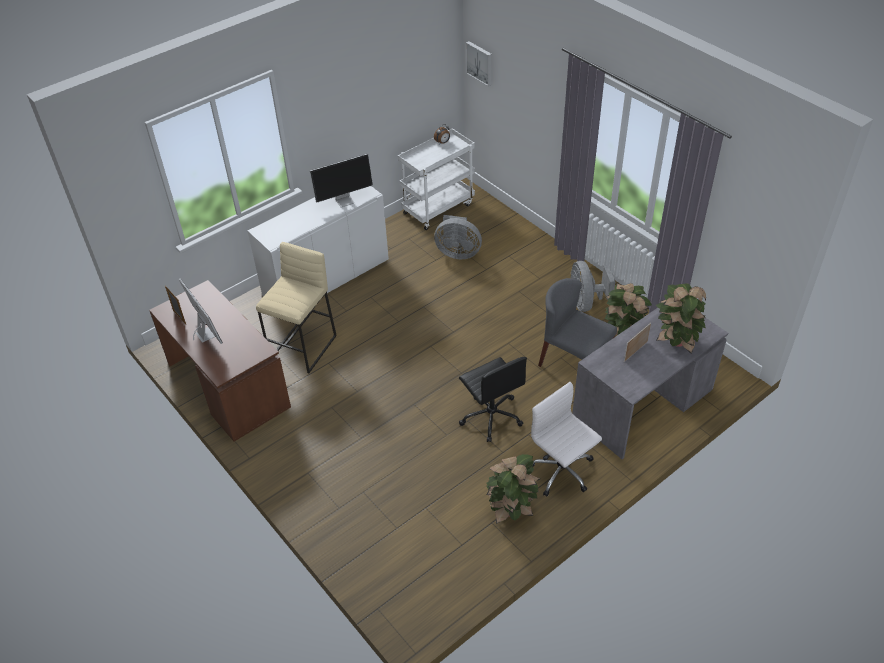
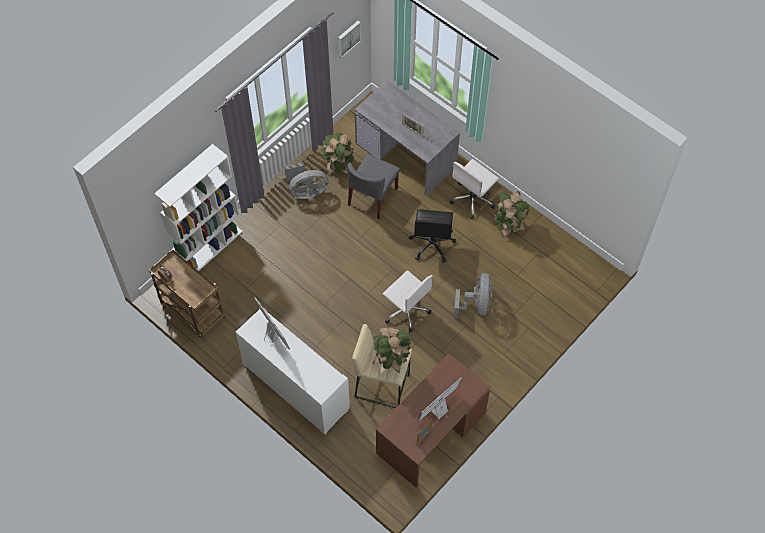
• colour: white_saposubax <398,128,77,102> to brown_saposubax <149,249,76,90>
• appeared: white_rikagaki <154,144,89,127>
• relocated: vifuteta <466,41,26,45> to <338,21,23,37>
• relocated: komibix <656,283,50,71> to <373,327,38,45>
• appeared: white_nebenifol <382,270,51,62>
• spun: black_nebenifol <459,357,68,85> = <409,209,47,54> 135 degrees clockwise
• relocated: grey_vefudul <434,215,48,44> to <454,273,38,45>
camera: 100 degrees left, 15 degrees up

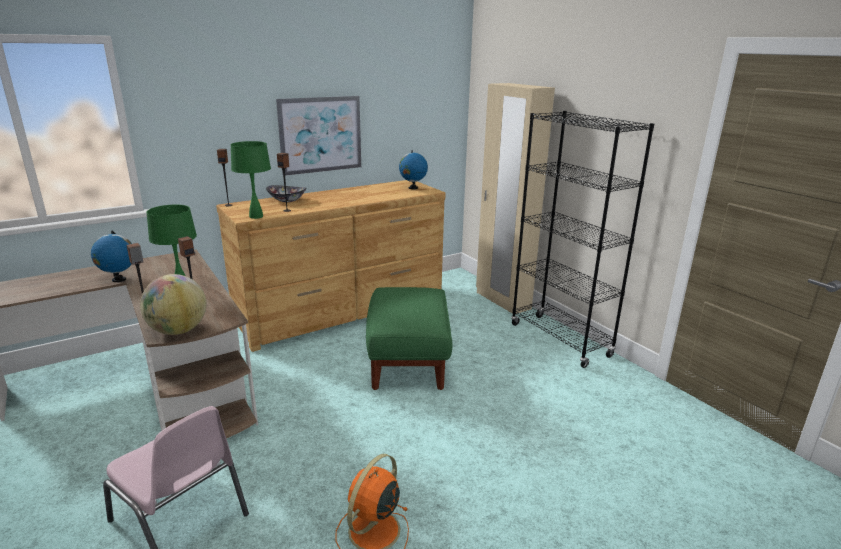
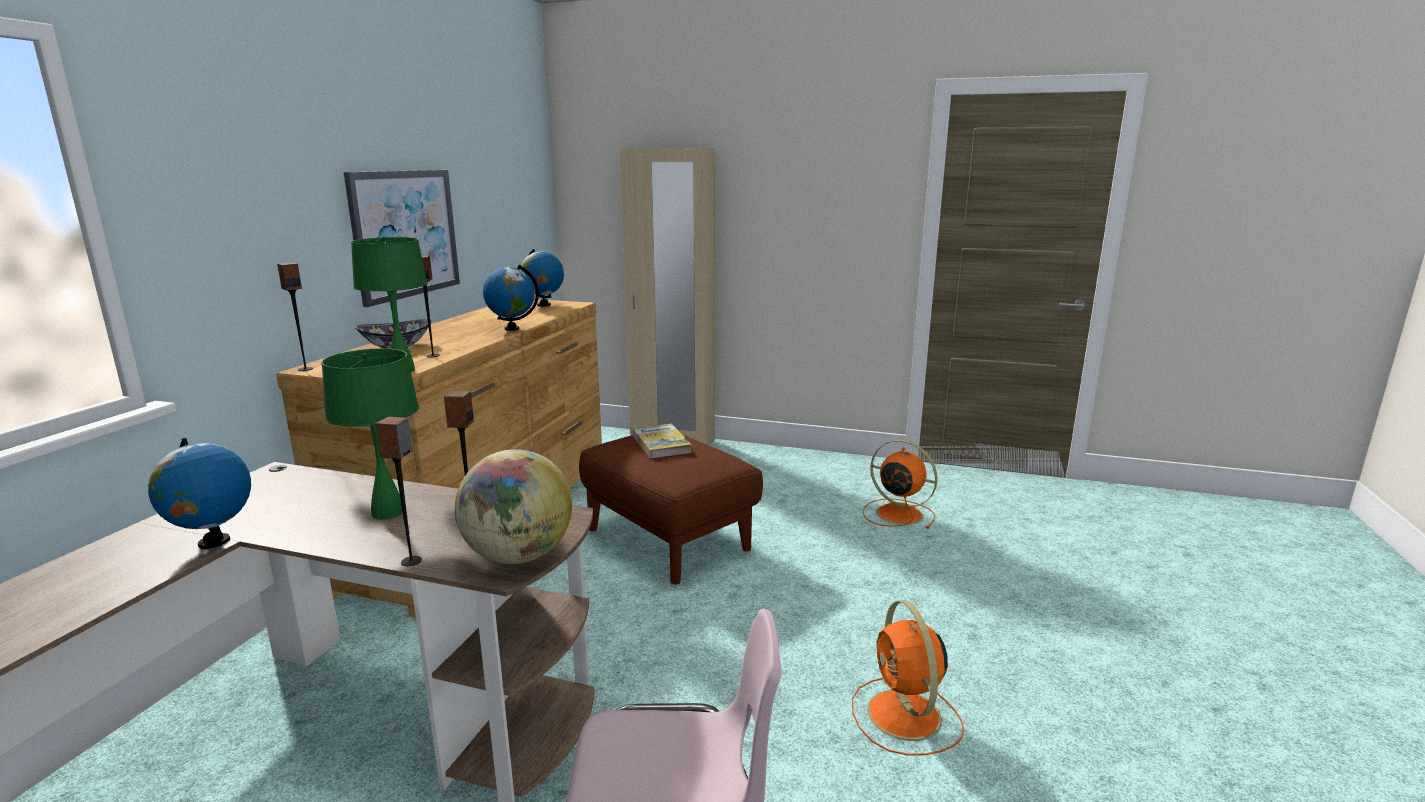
• appeared: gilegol <483,265,56,66>
• colour: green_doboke <366,287,87,103> to brown_doboke <579,435,184,149>
• appeared: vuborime <633,424,59,35>
• appeared: orange_vefudul <863,440,75,89>
• missing: black_rikagaki <511,111,143,257>
camera: 40 degrees left, 5 degrees down

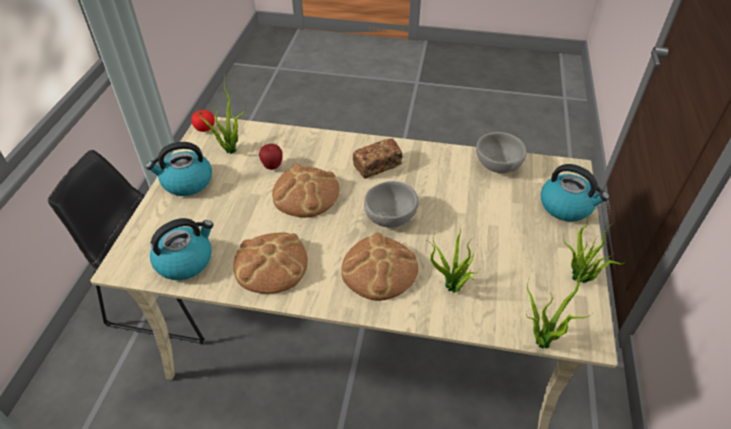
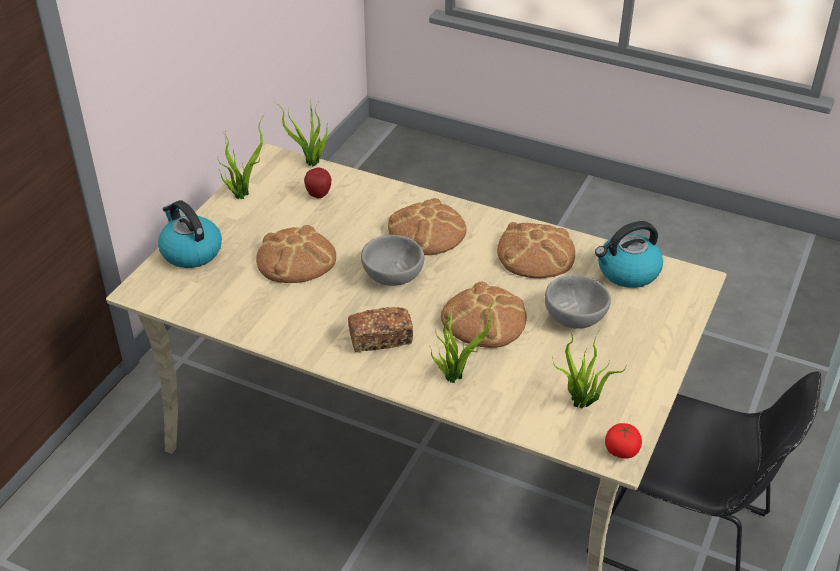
• appeared: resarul <256,225,80,58>
• relocated: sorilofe <259,144,24,26> to <304,168,27,30>
• relocated: komibix <428,226,52,67> to <430,297,70,86>
• relocated: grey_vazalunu <476,132,51,41> to <545,275,66,54>
• missing: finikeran <146,142,66,54>
camera: 165 degrees left, 5 degrees down

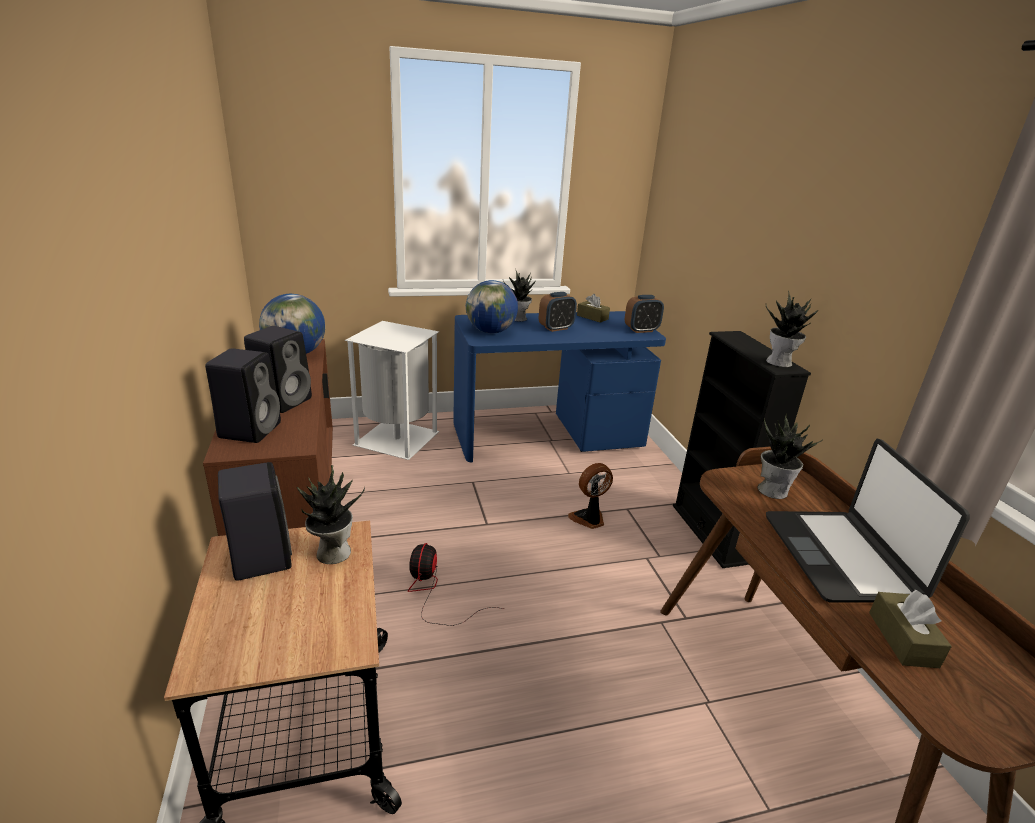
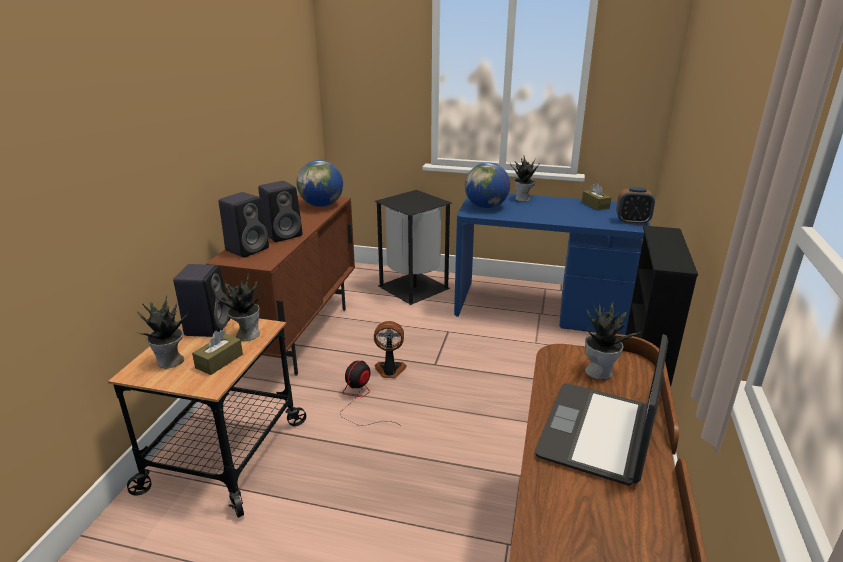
• relocated: komibix <766,290,52,77> to <137,295,51,73>
• relocated: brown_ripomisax <869,590,83,78> to <192,330,51,45>
• relocated: vefudul <568,463,45,66> to <374,321,33,57>
• colour: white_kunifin <345,321,94,139> to black_kunifin <375,190,77,115>
• missing: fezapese <539,292,38,40>
camera: 30 degrees right, 0 degrees up

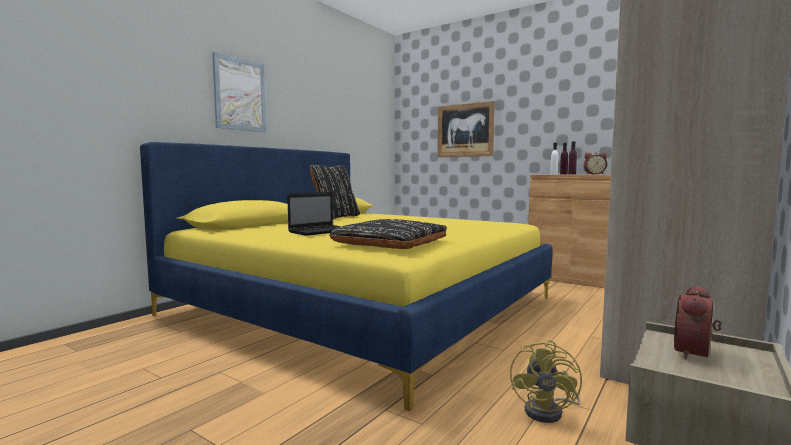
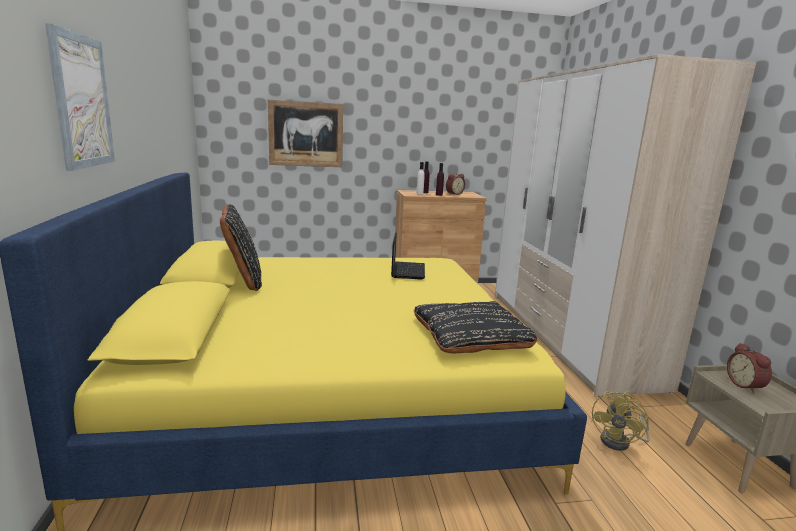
• relocated: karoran <287,192,54,44> to <391,232,34,48>
• spun: yellow_vefudul <510,340,72,83> = <591,391,58,60> 60 degrees clockwise
camera: 45 degrees left, 10 degrees up

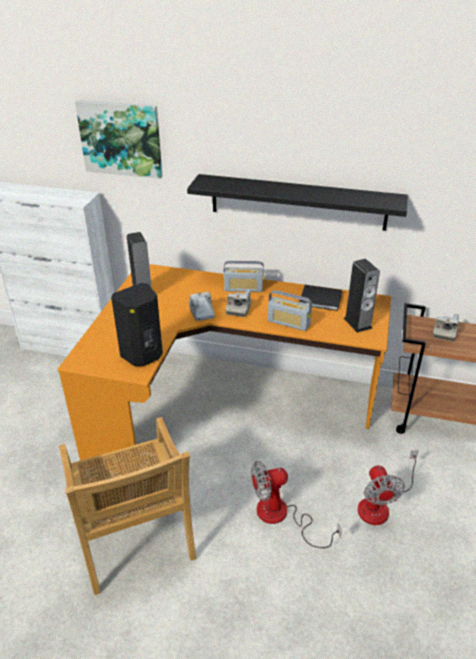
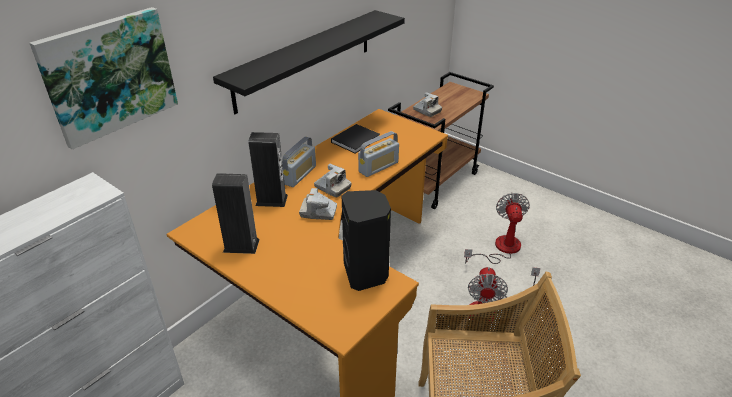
• relocated: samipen <344,259,36,74> to <248,132,40,75>
• spun: vefudul <358,450,61,75> = <464,193,66,71> 105 degrees counterclockwise
camera: 65 degrees left, 0 degrees up

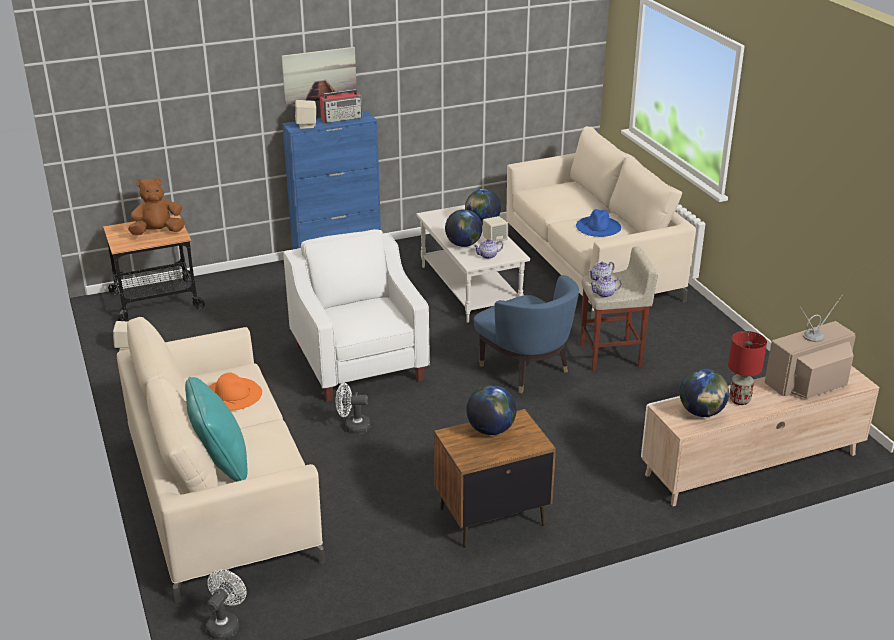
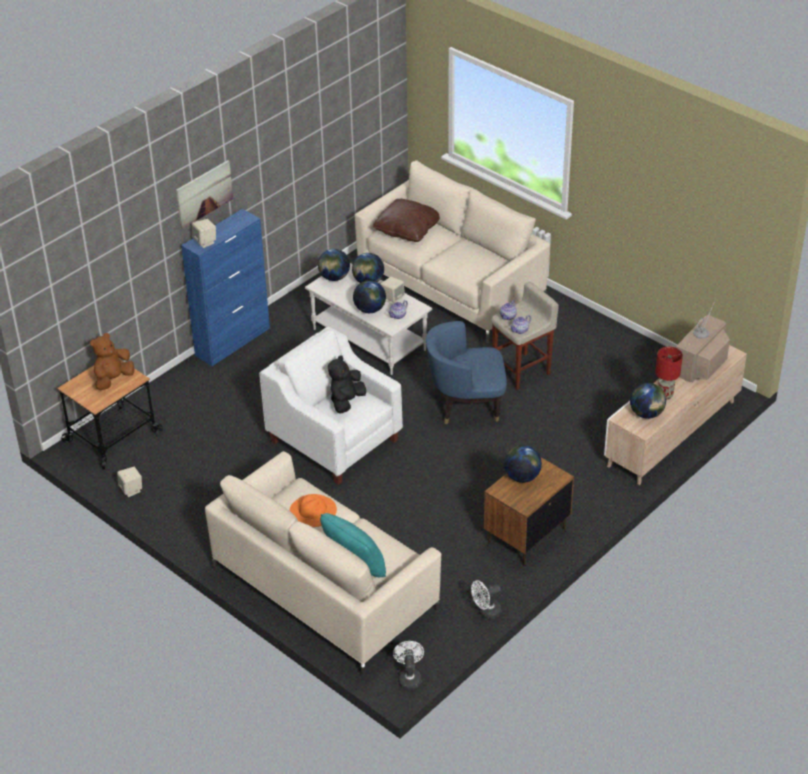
• appeared: gilegol <318,249,32,32>
• appeared: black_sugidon <328,355,38,58>
• appeared: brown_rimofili <372,199,68,43>
• spun: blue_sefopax <474,275,105,118> = <426,321,81,103> 150 degrees clockwise
• relocated: white_vefudul <335,383,36,51> to <471,580,31,39>
• missing: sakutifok <320,89,42,34>
• missing: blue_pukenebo <576,209,45,28>
camera: 25 degrees left, 10 degrees up

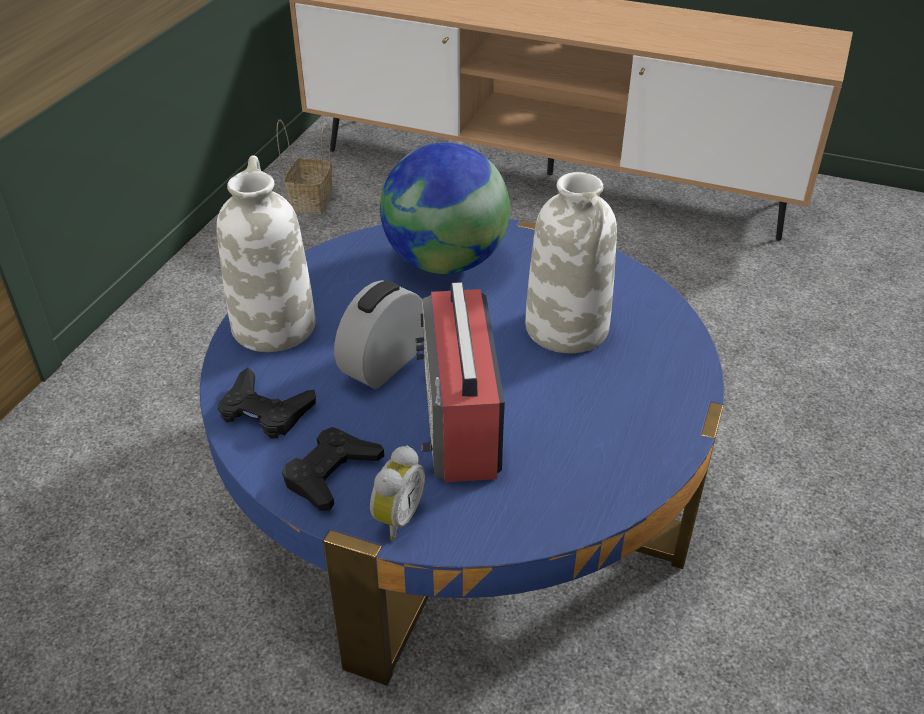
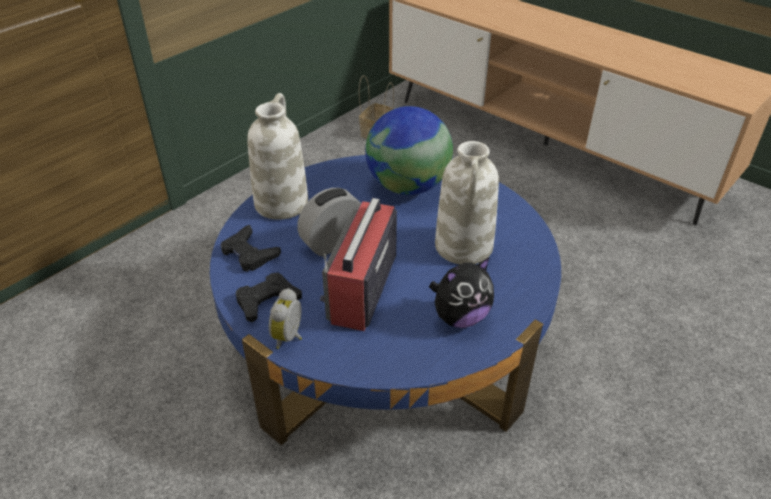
• spun: fezapese <370,446,55,94> = <269,288,33,61> 150 degrees clockwise
• appeared: sugidon <429,257,65,71>
camera: 20 degrees right, 0 degrees up

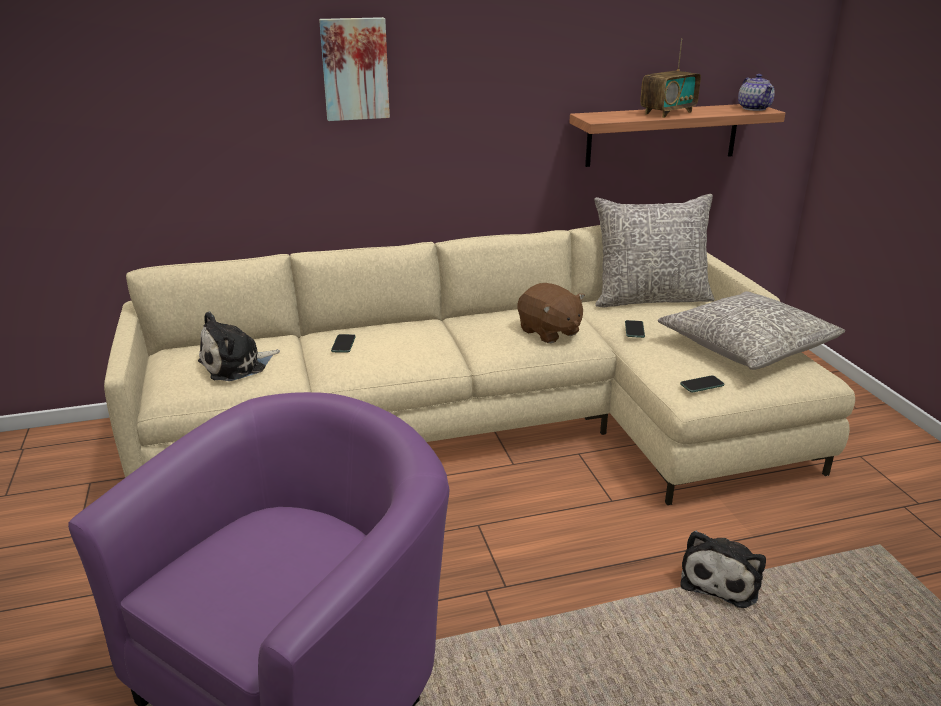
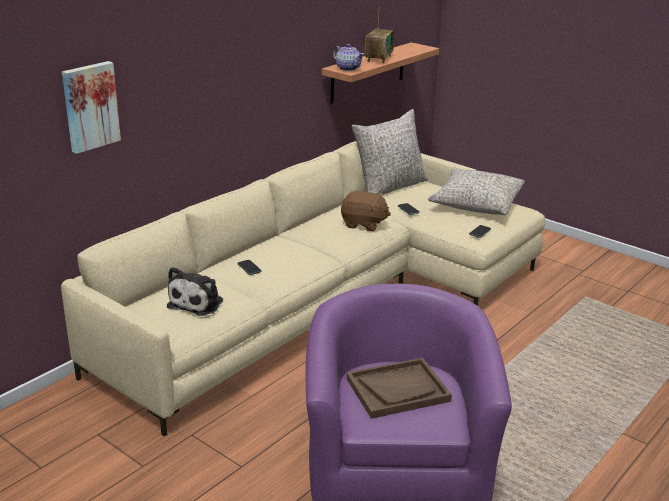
• relocated: vifuteta <319,17,71,104> to <62,61,59,93>
• relocated: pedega <738,74,37,37> to <333,44,31,27>
• appeared: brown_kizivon <347,358,105,61>
• missing: sugidon <680,531,86,77>
camera: 35 degrees left, 0 degrees up

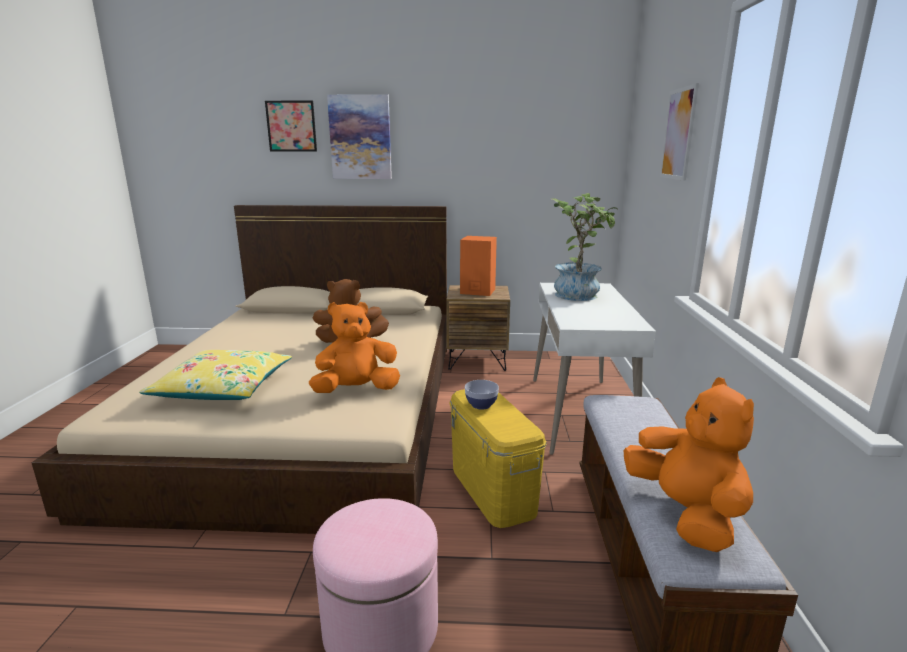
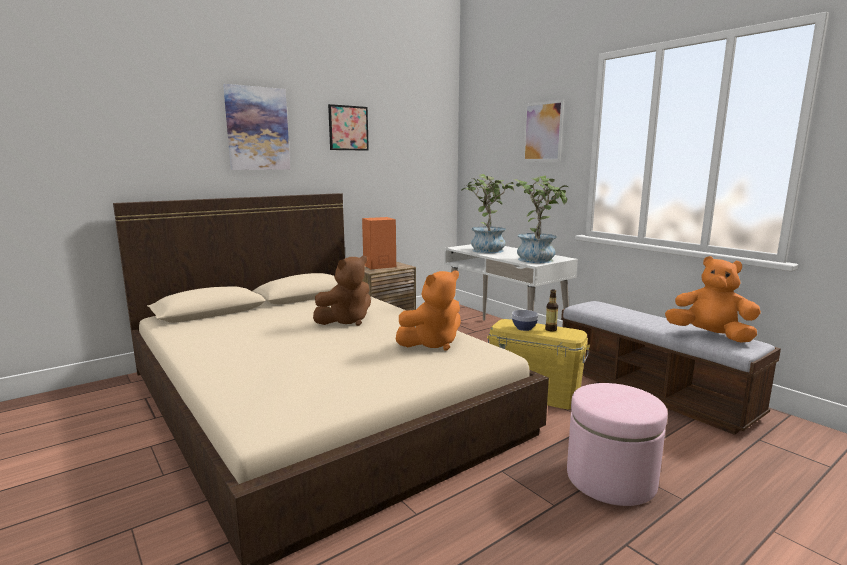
• relocated: vifuteta <265,100,52,51> to <328,104,41,47>
• spun: orange_sugidon <309,302,91,91> = <396,270,65,81> 150 degrees counterclockwise
• appeared: komibix <513,175,55,88>
• appeared: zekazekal <545,290,13,42>
• missing: yellow_rimofili <139,350,153,50>
camera: 40 degrees left, 5 degrees down

